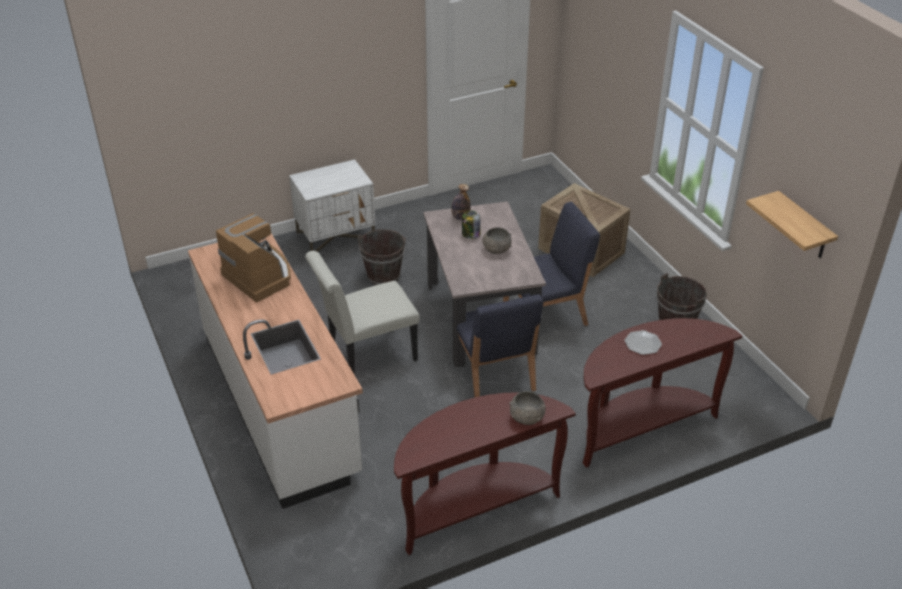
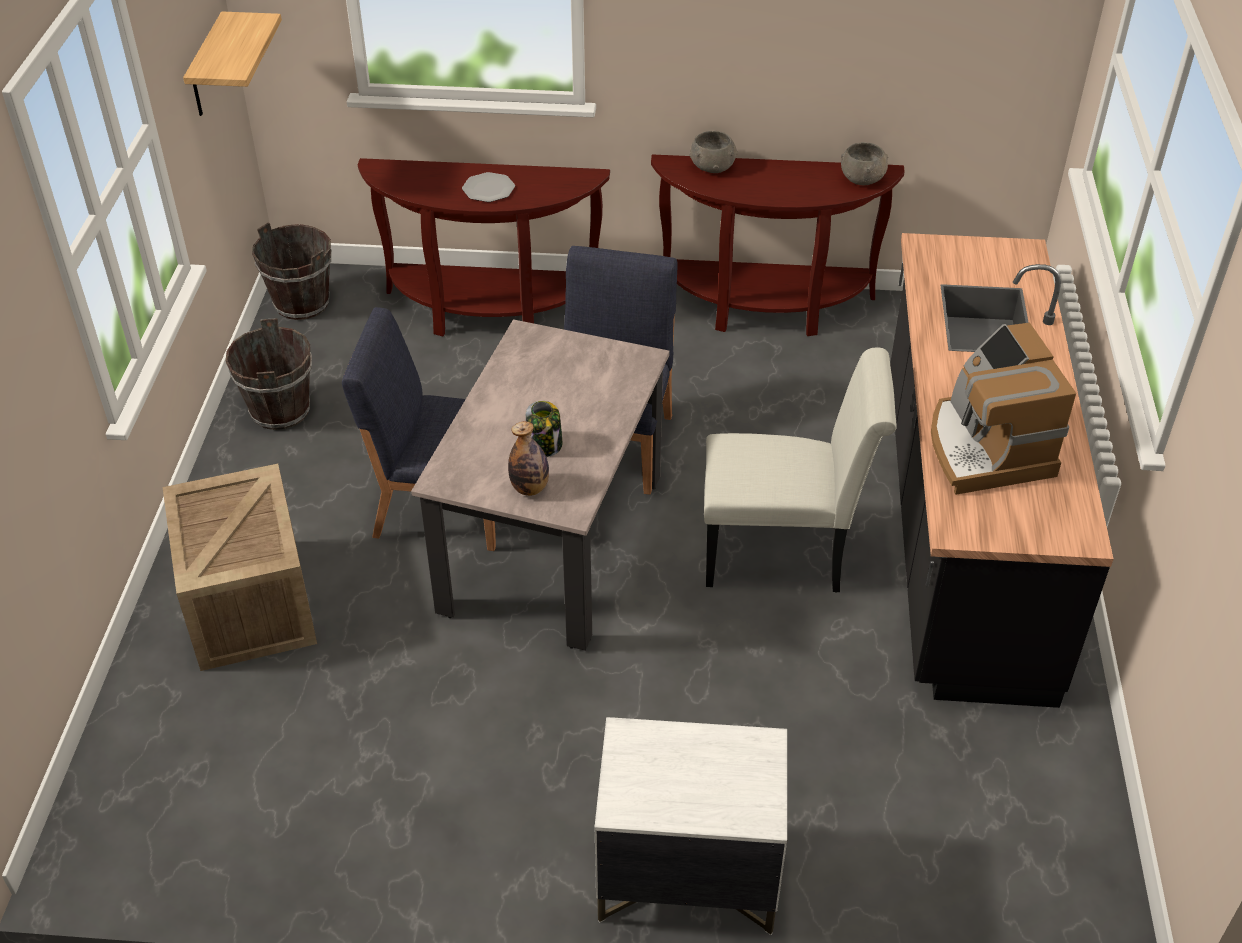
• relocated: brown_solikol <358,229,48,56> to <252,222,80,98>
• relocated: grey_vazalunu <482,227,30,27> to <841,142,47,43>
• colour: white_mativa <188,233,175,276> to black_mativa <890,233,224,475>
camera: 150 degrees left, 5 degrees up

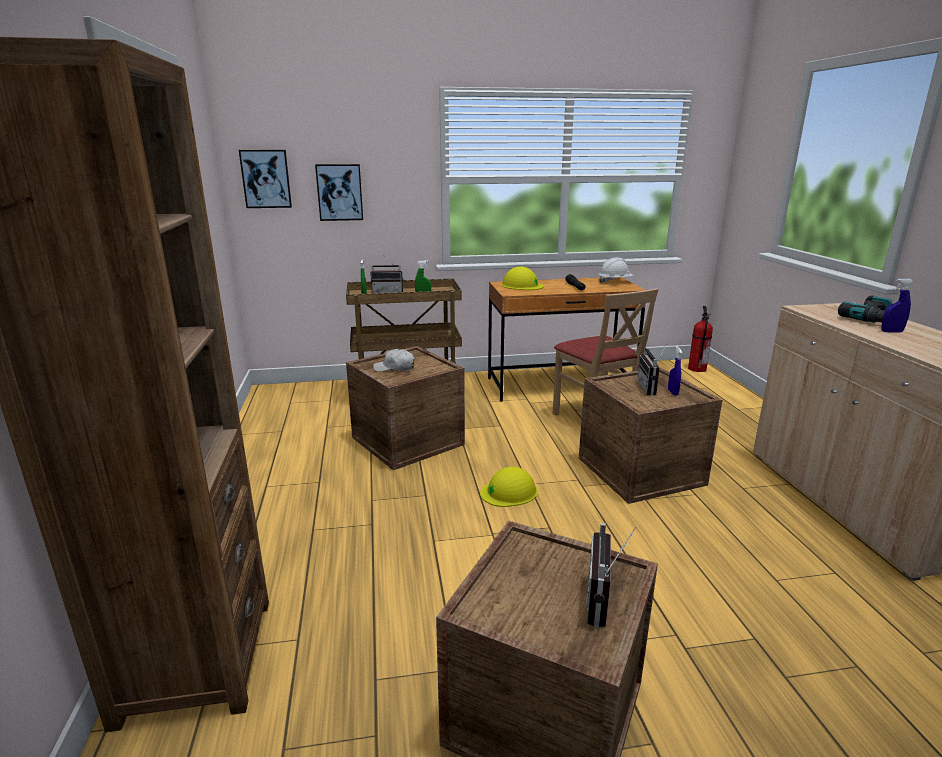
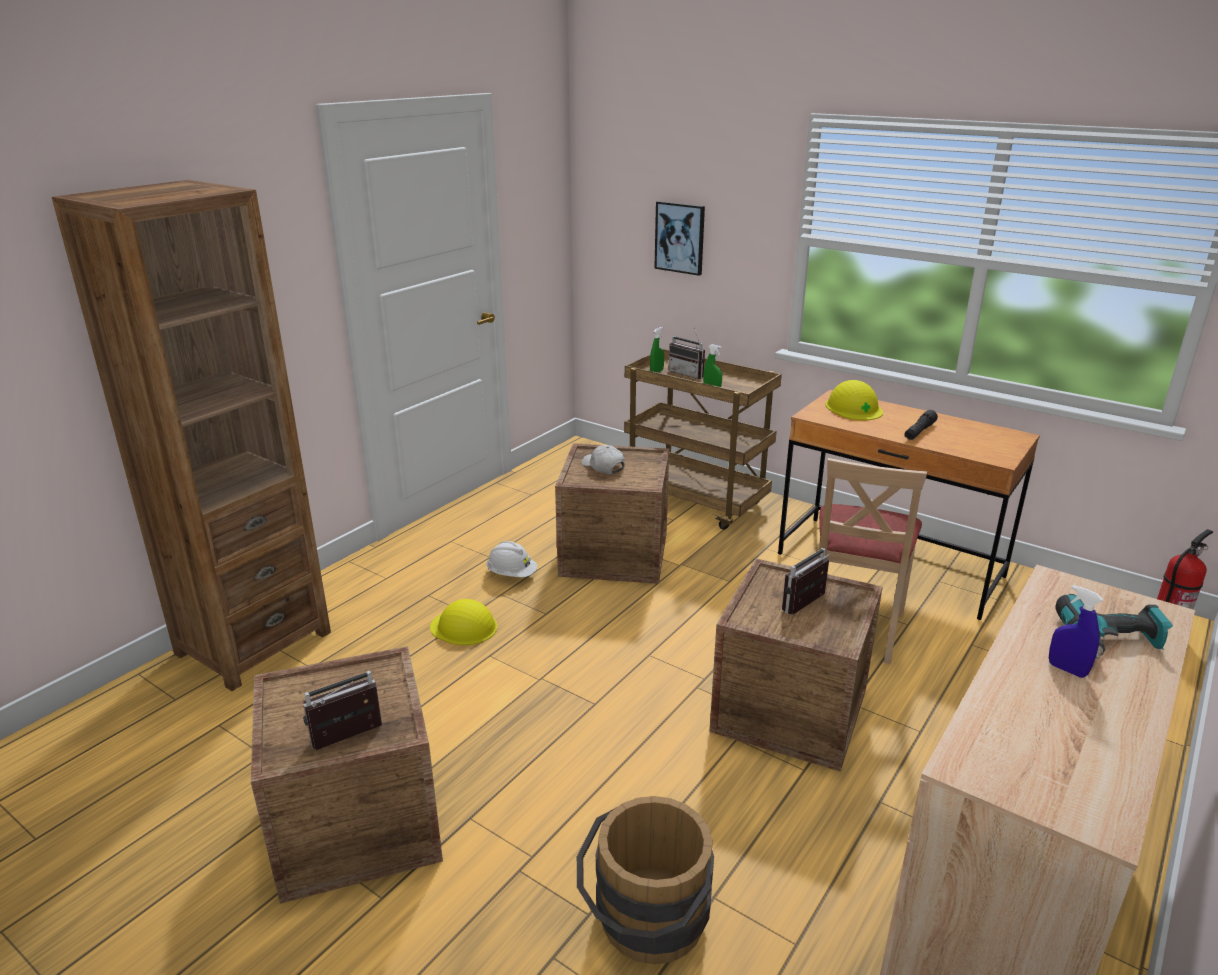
• relocated: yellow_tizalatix <480,467,58,40> to <430,599,67,46>
• relocated: white_tizalatix <598,258,36,26> to <486,541,51,37>
• appeared: brown_solikol <577,796,137,168>
• missing: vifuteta <239,150,53,58>
• missing: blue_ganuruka <668,346,14,50>
camera: 45 degrees right, 5 degrees up

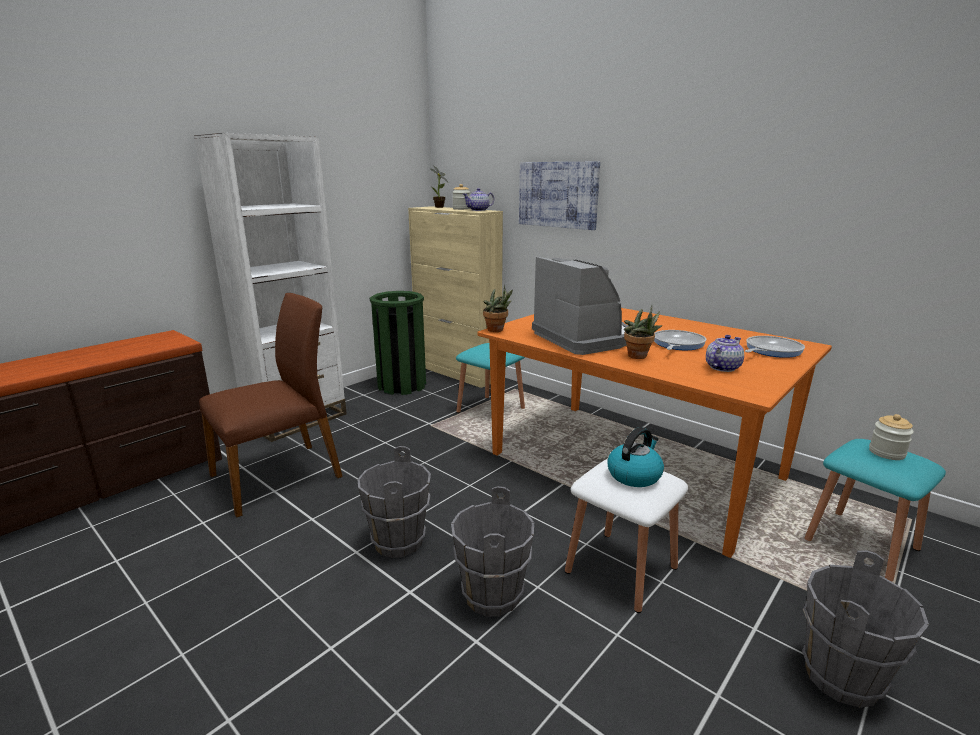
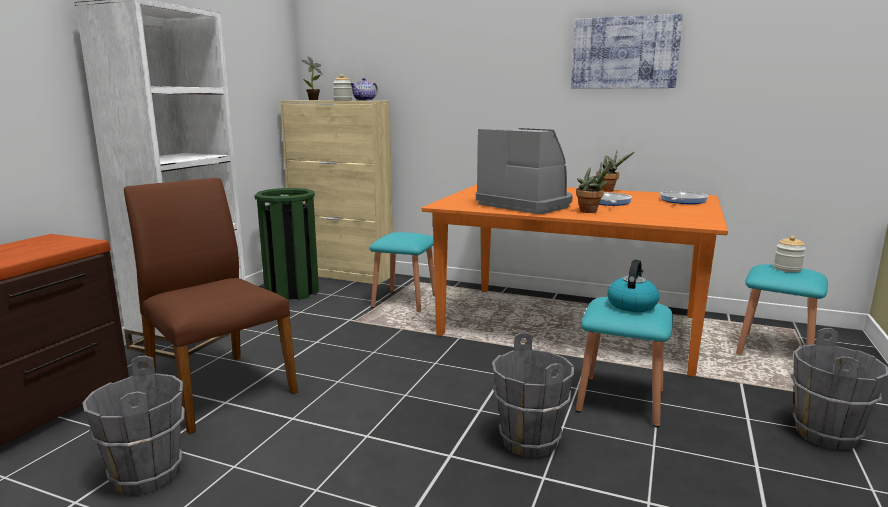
• relocated: grey_solikol <358,446,73,112> to <83,355,102,140>
• spun: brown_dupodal <199,293,144,225> = <124,178,174,256> 75 degrees counterclockwise
• relocated: vifuteta <519,162,81,68> to <571,14,112,74>
• colour: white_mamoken <565,459,123,154> to turquoise_mamoken <576,297,97,131>
• relocated: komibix <483,285,30,47> to <596,151,39,41>
• missing: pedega <706,335,38,37>
camera: 20 degrees left, 5 degrees down

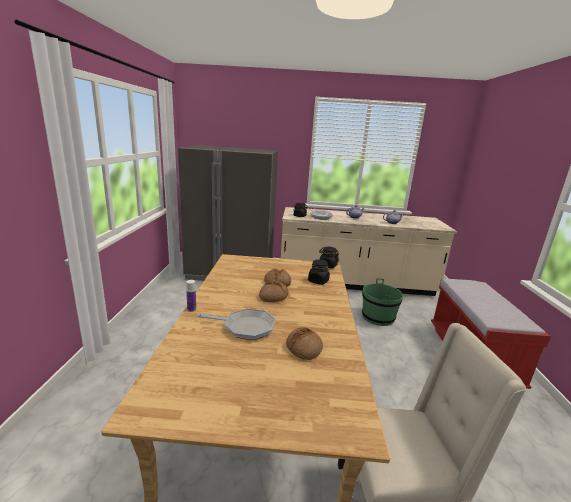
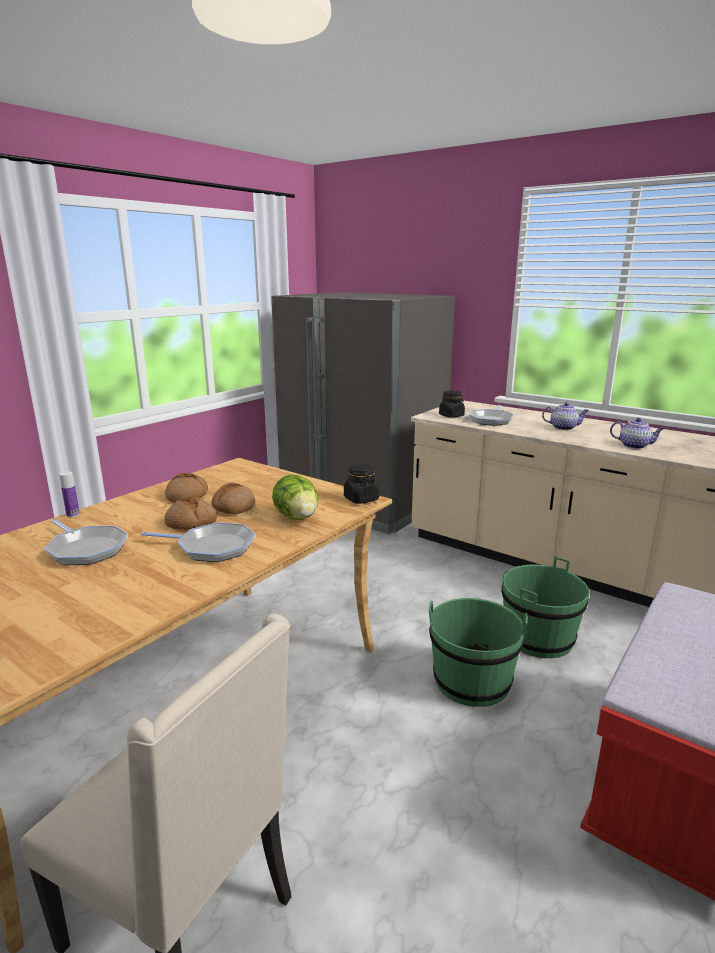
• appeared: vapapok <141,522,115,40>
• relocated: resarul <286,327,37,33> to <165,473,43,30>
• exchanged: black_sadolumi <308,260,22,25> to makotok <272,474,46,46>
• appeared: green_solikol <429,598,99,109>
camera: 35 degrees right, 0 degrees up

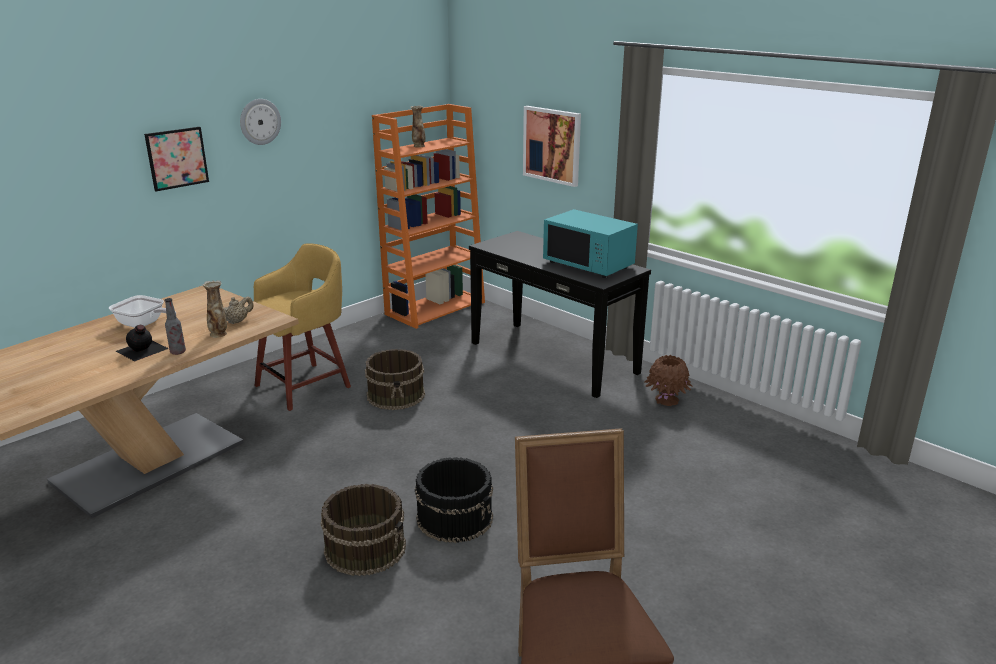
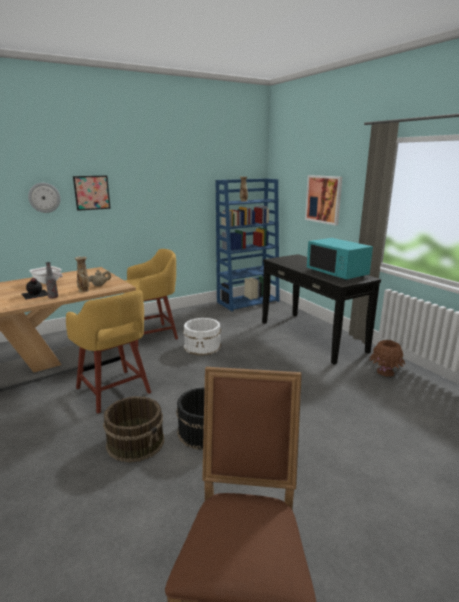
• relocated: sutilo <240,99,41,46> to <28,183,33,30>
• appeared: yellow_mamoken <66,290,85,124>
• colour: brown_solikol <365,349,60,61> to white_solikol <183,318,38,38>
• colour: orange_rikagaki <372,104,113,225> to blue_rikagaki <216,179,64,132>
camera: 15 degrees right, 5 degrees down

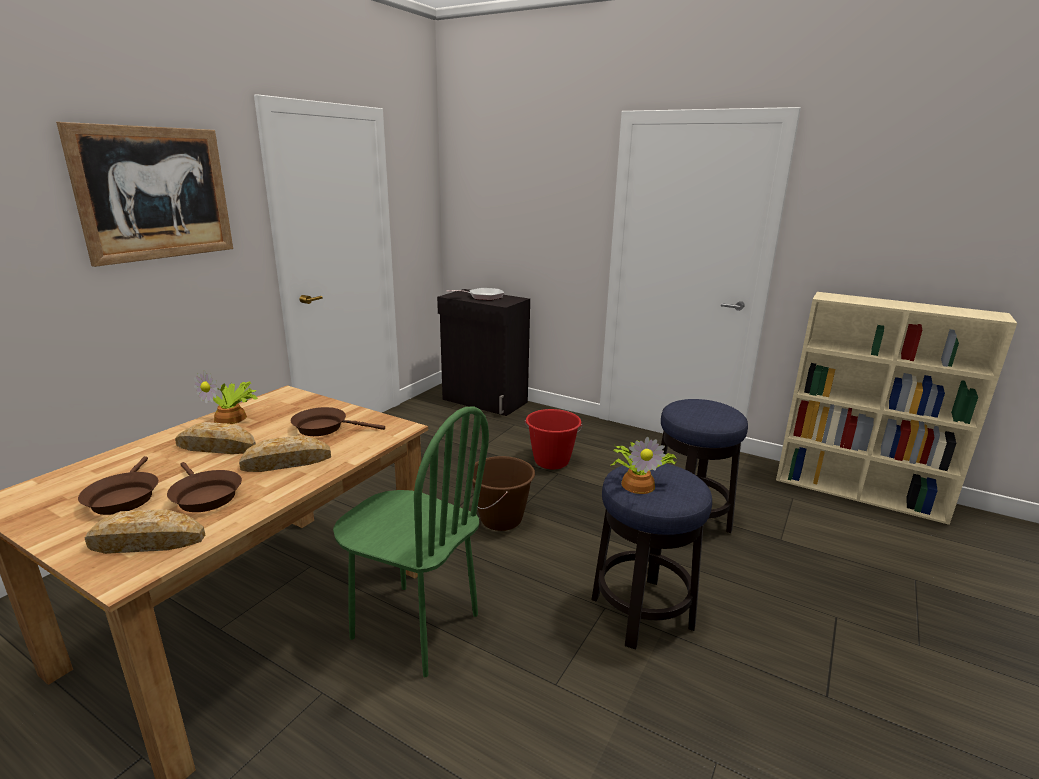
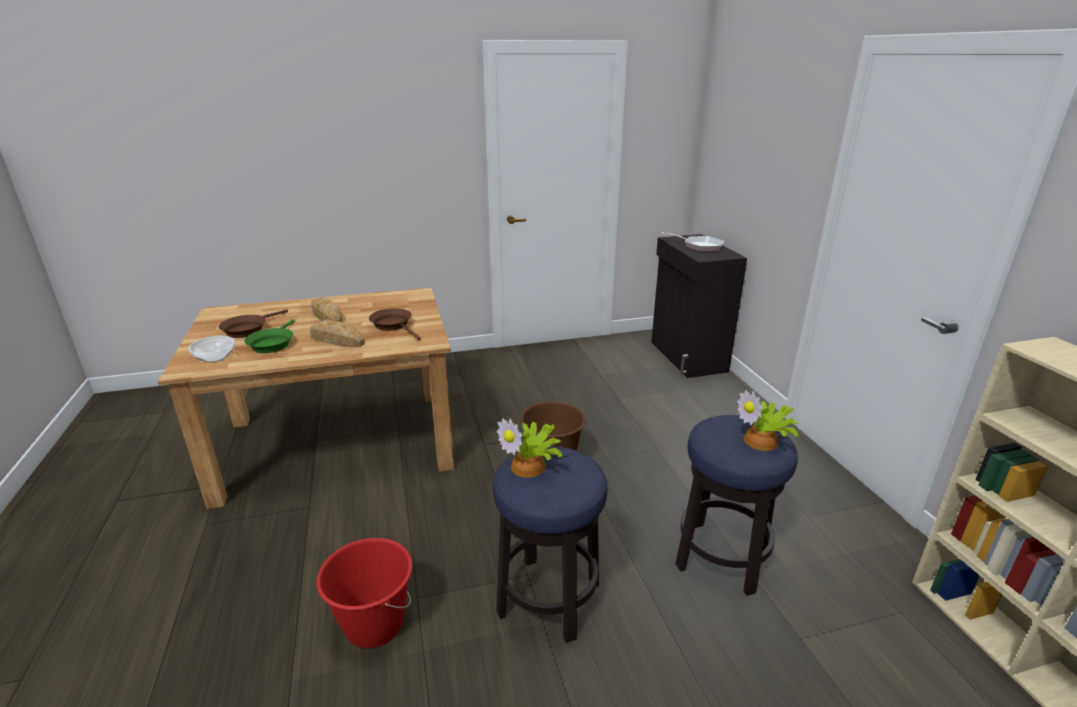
• exchanged: resarul <85,509,120,45> to vazalunu <188,336,47,26>
• colour: brown_vapapok <167,462,75,50> to green_vapapok <245,319,50,34>
• relocated: red_solikol <525,409,58,60> to <317,538,96,110>
• relocated: komibix <194,371,64,53> to <737,390,62,61>
• missing: vifuteta <56,122,177,145>
• missing: green_dupodal <333,406,156,271>
camera: 45 degrees right, 5 degrees up

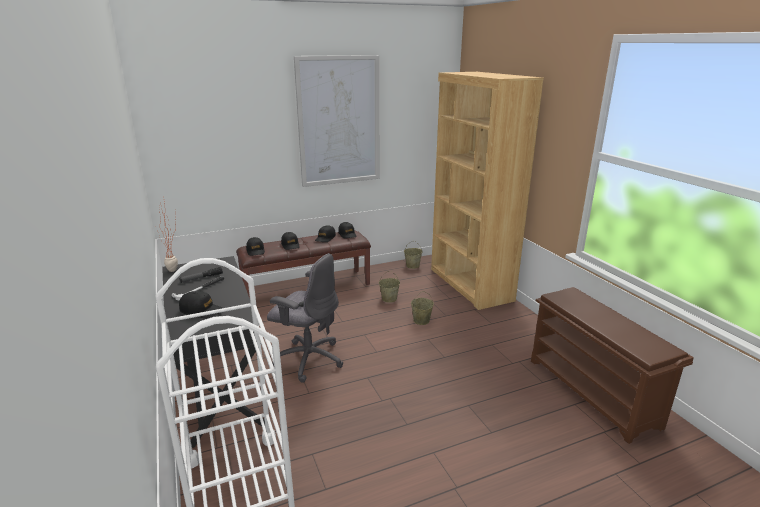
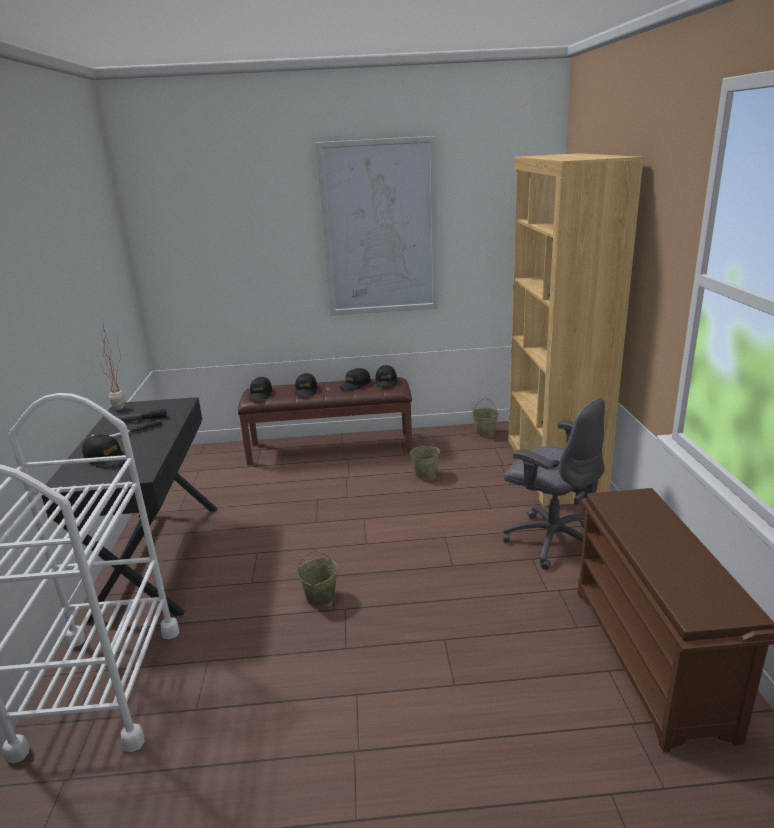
• relocated: beige_solikol <411,291,23,34> to <298,550,40,57>
• relocated: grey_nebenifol <267,253,76,130> to <503,398,102,172>
camera: 20 degrees right, 0 degrees up

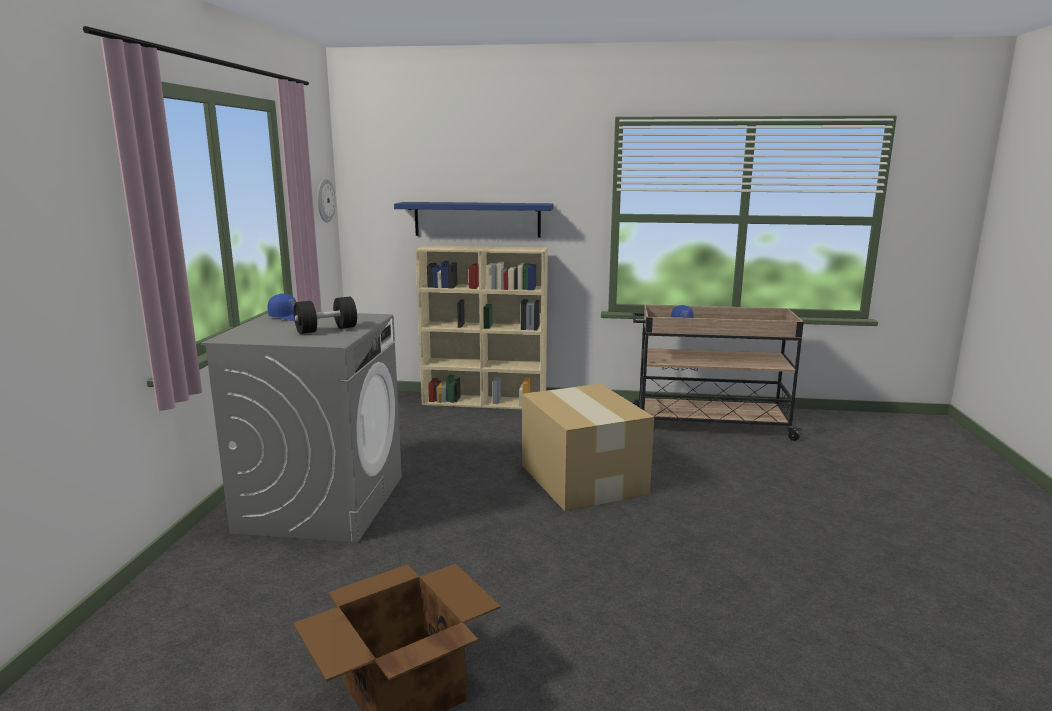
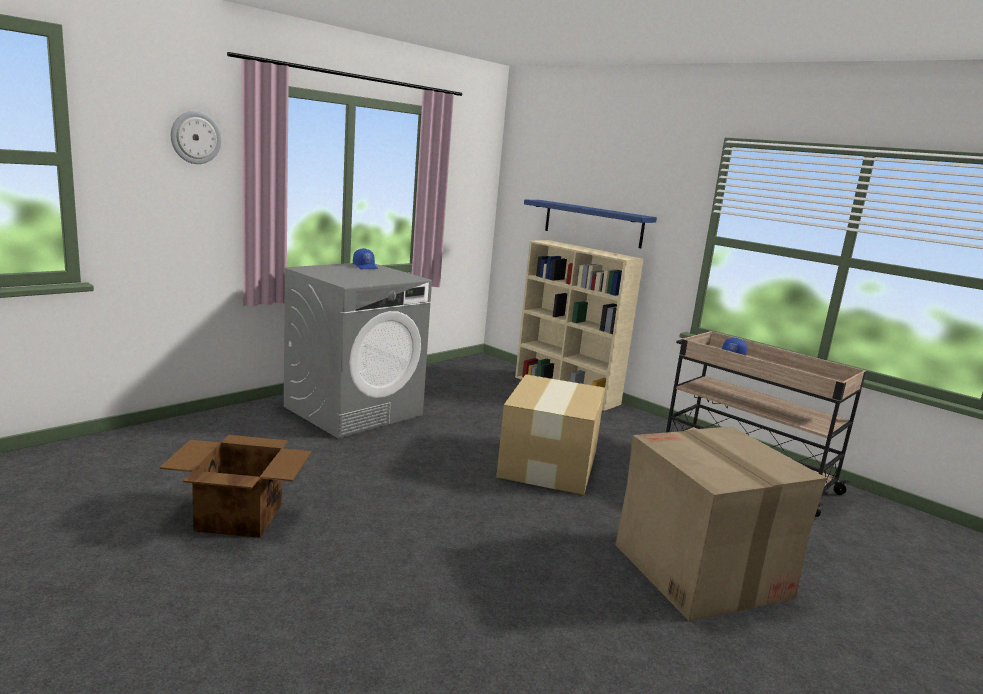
• relocated: sutilo <317,178,19,44> to <171,111,51,53>
• appeared: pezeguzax <615,426,212,195>
• missing: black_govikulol <294,297,63,37>
camera: 35 degrees right, 0 degrees up

